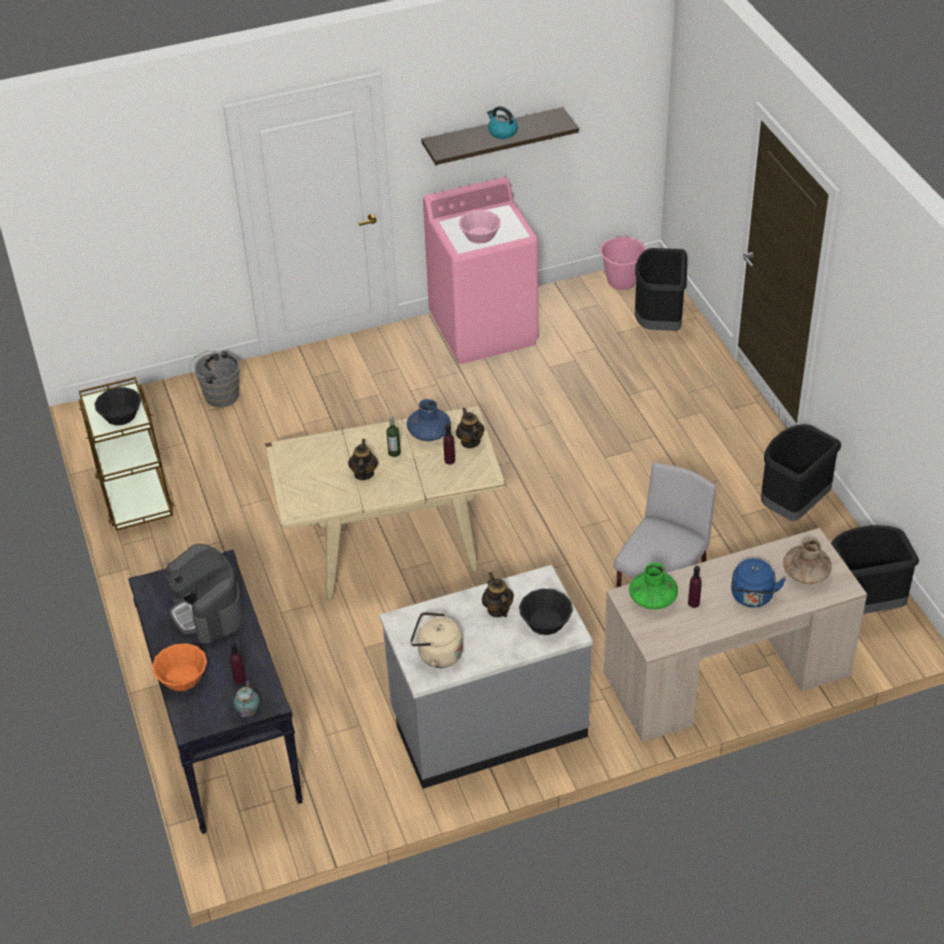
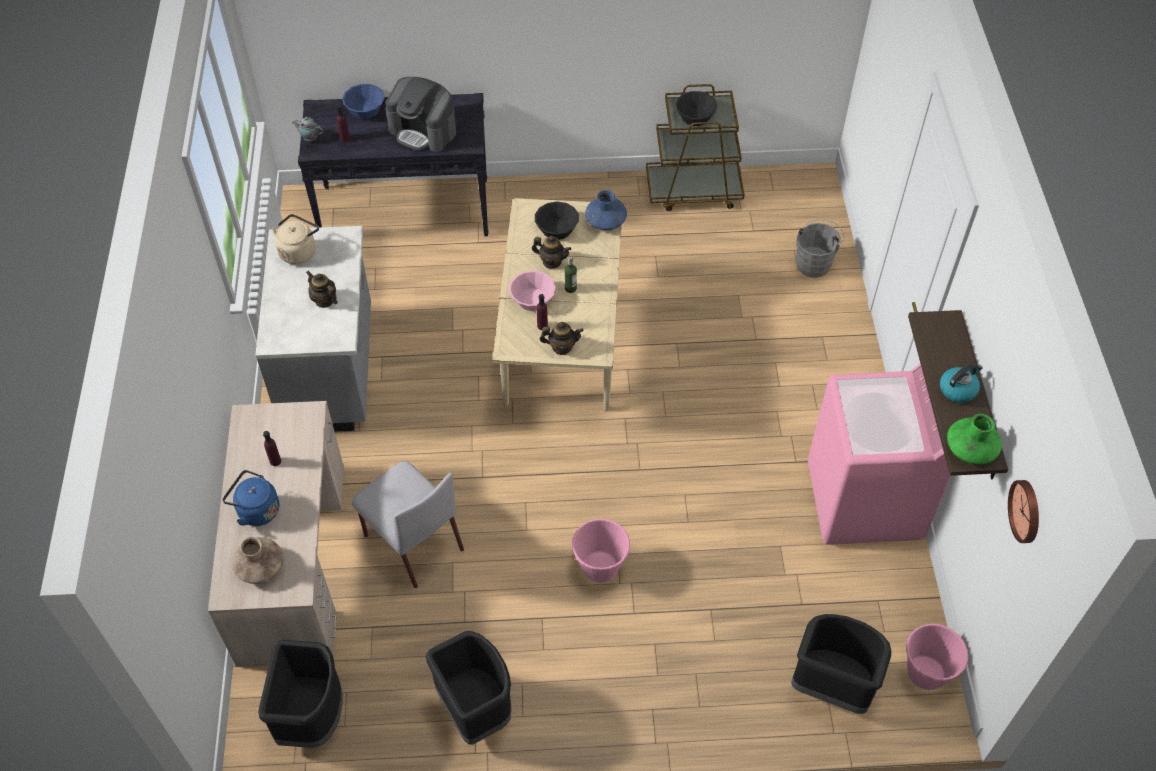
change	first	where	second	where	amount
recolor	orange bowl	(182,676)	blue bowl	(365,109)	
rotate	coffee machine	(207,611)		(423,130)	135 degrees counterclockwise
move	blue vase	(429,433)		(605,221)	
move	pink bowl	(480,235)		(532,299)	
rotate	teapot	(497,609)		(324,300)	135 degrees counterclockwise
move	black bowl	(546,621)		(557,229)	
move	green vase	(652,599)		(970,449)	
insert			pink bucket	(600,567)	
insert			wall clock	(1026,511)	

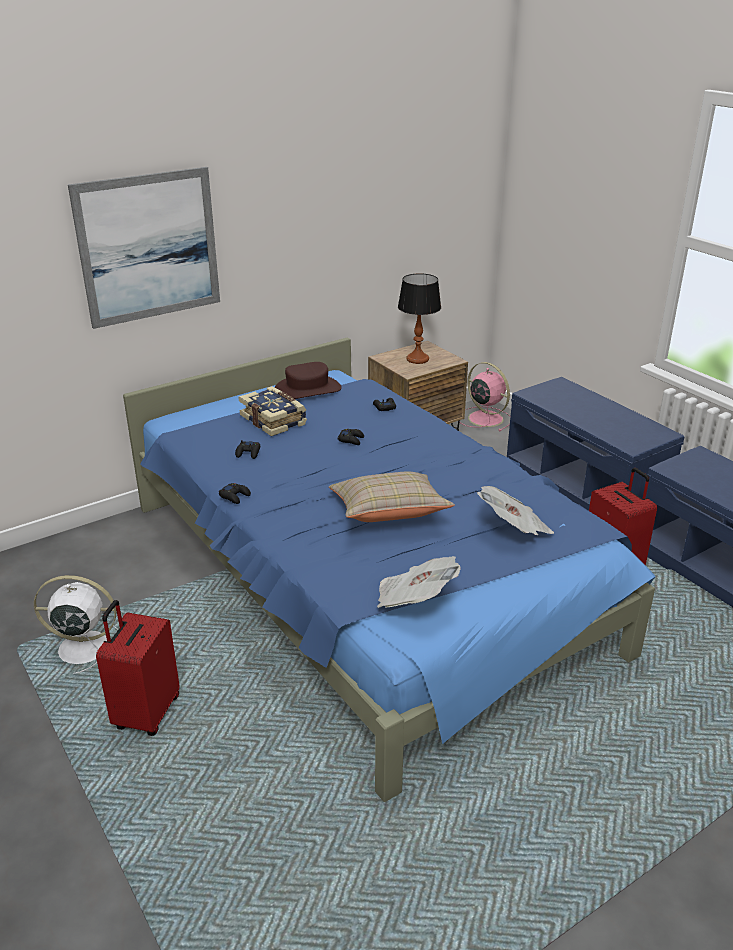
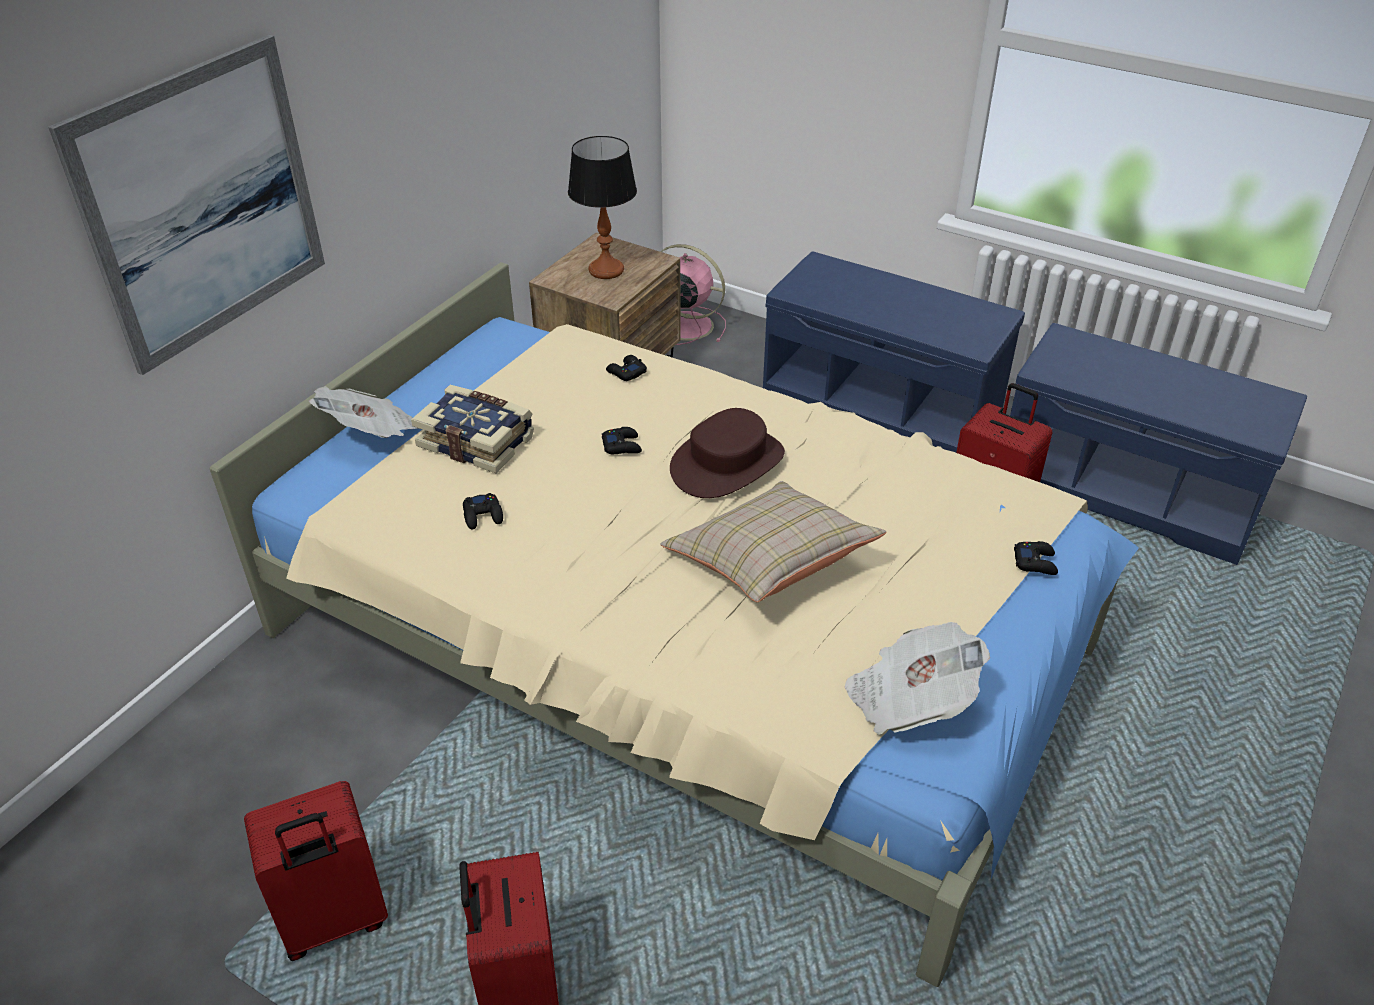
change	first	where	second	where	amount
replace	white fan	(81,648)	red suitcase	(335,921)	
recolor	blue bed	(364,577)	beige bed	(686,640)	
move	black game controller	(235,496)		(1035,562)	
move	brown hat	(307,390)		(727,463)	
move	newspaper	(514,529)		(373,433)	

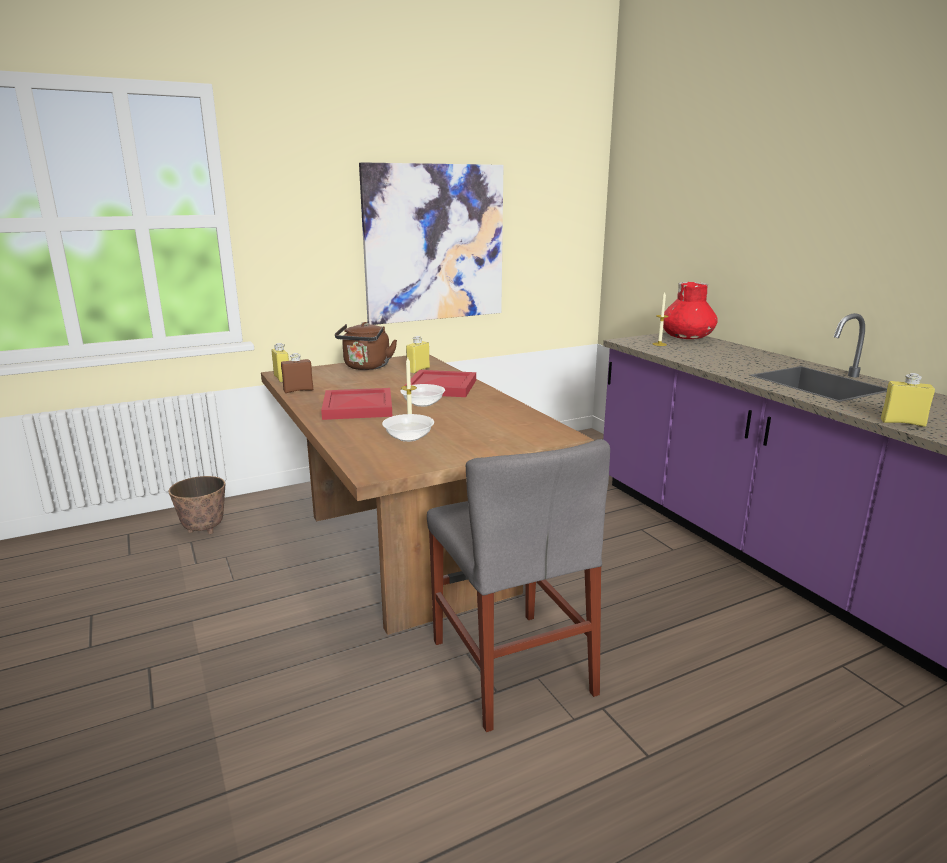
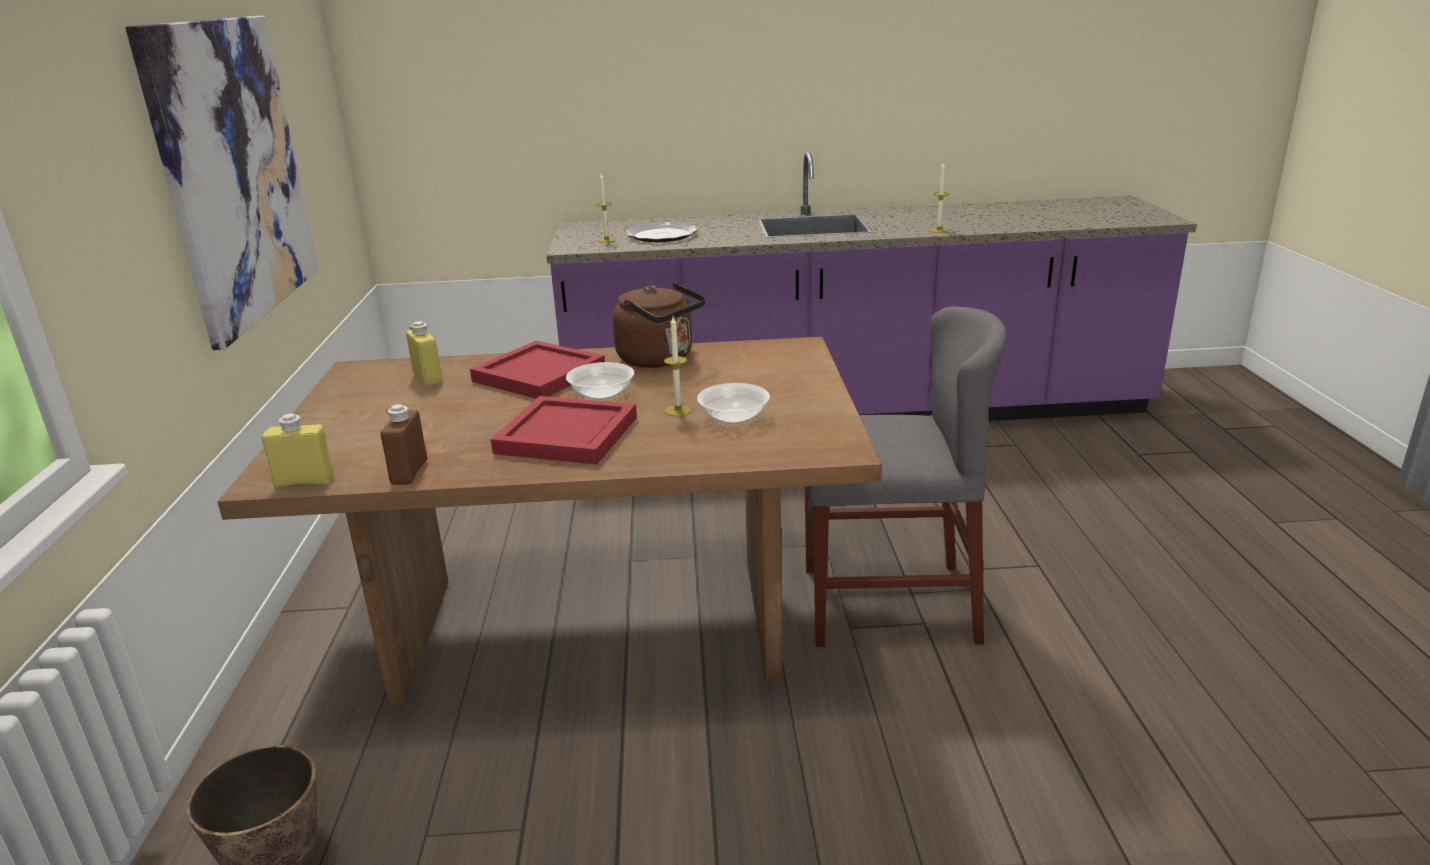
change	first	where	second	where	amount
move	brown kettle	(366,367)		(659,359)	
delete	red vase	(687,338)			
replace	yellow bottle	(902,422)	candle	(938,230)	
insert			plate	(661,235)	

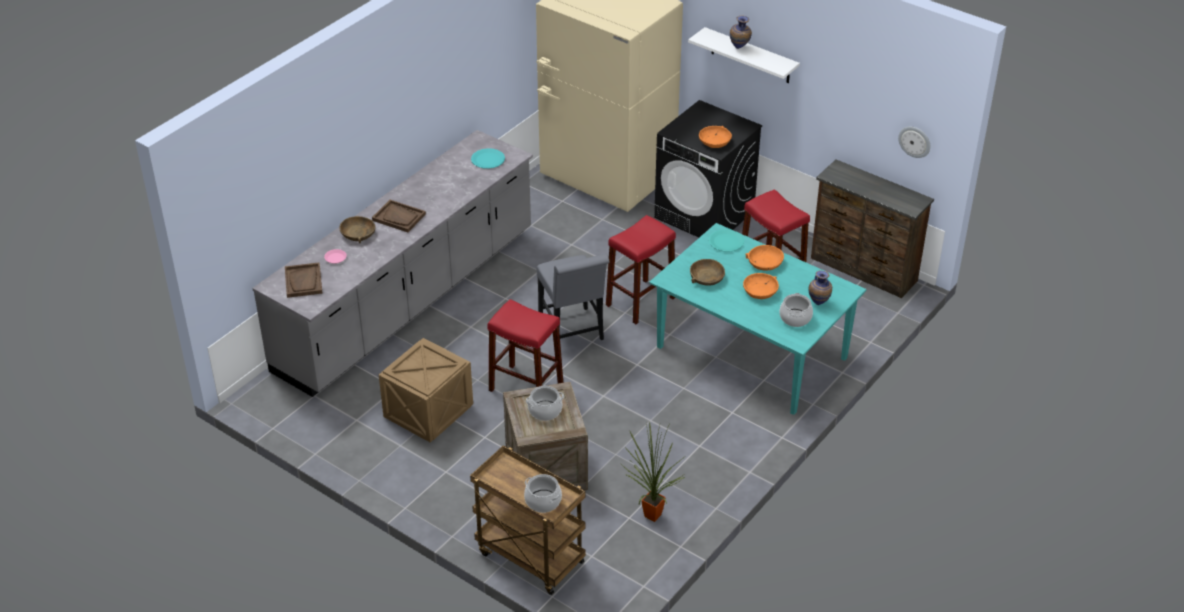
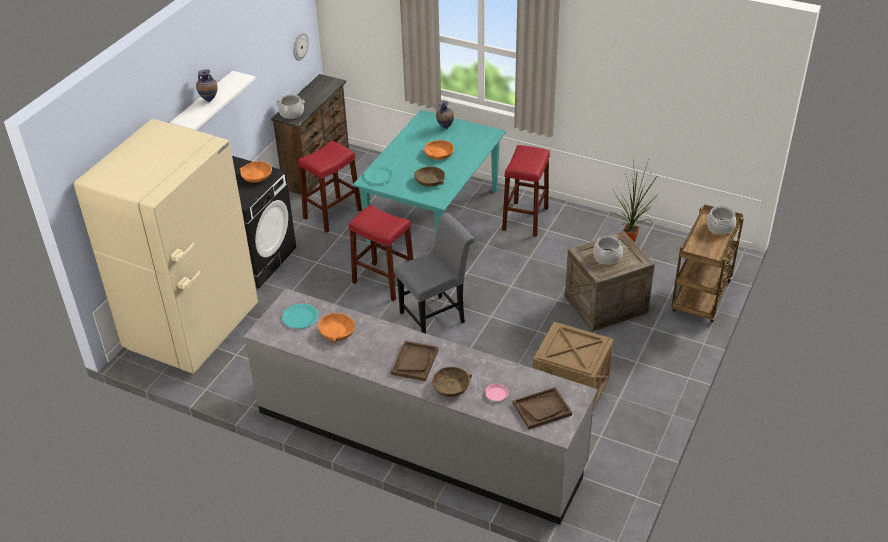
change	first	where	second	where	amount
move	red stool	(526,387)		(525,219)	
move	orange bowl	(765,263)		(337,332)	
move	cooking pot	(795,318)		(291,113)	

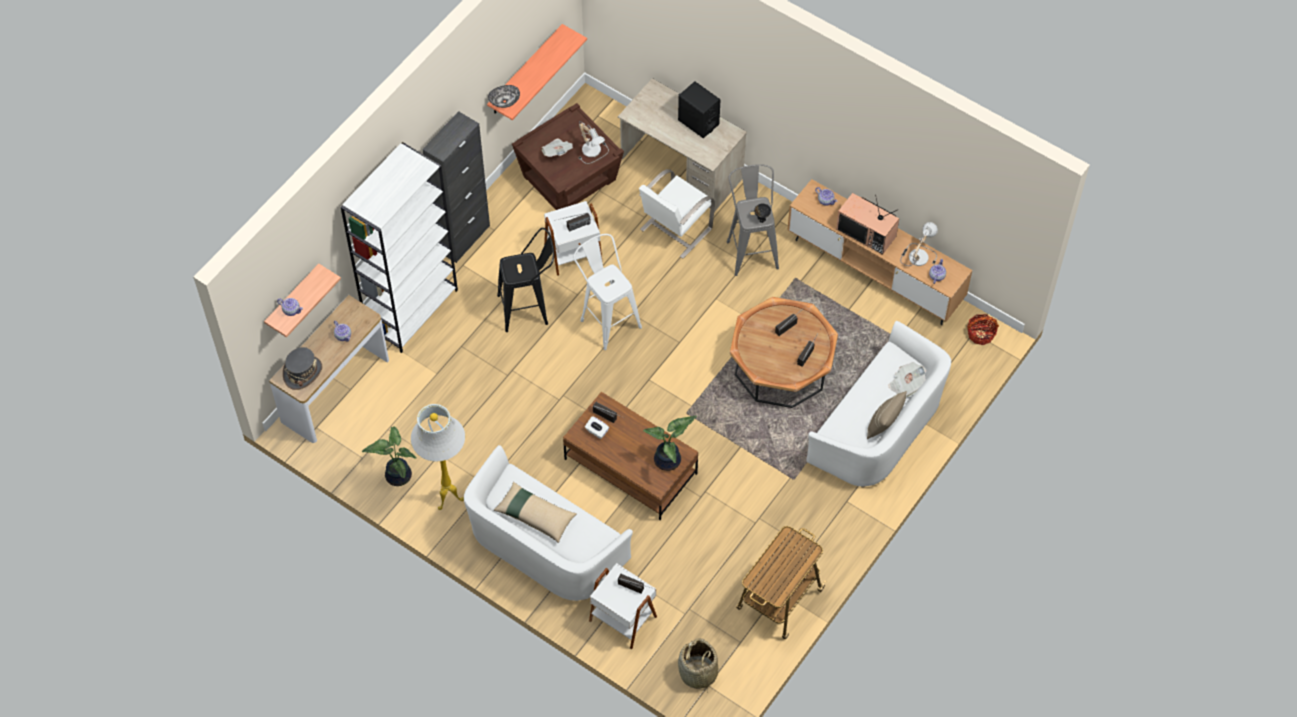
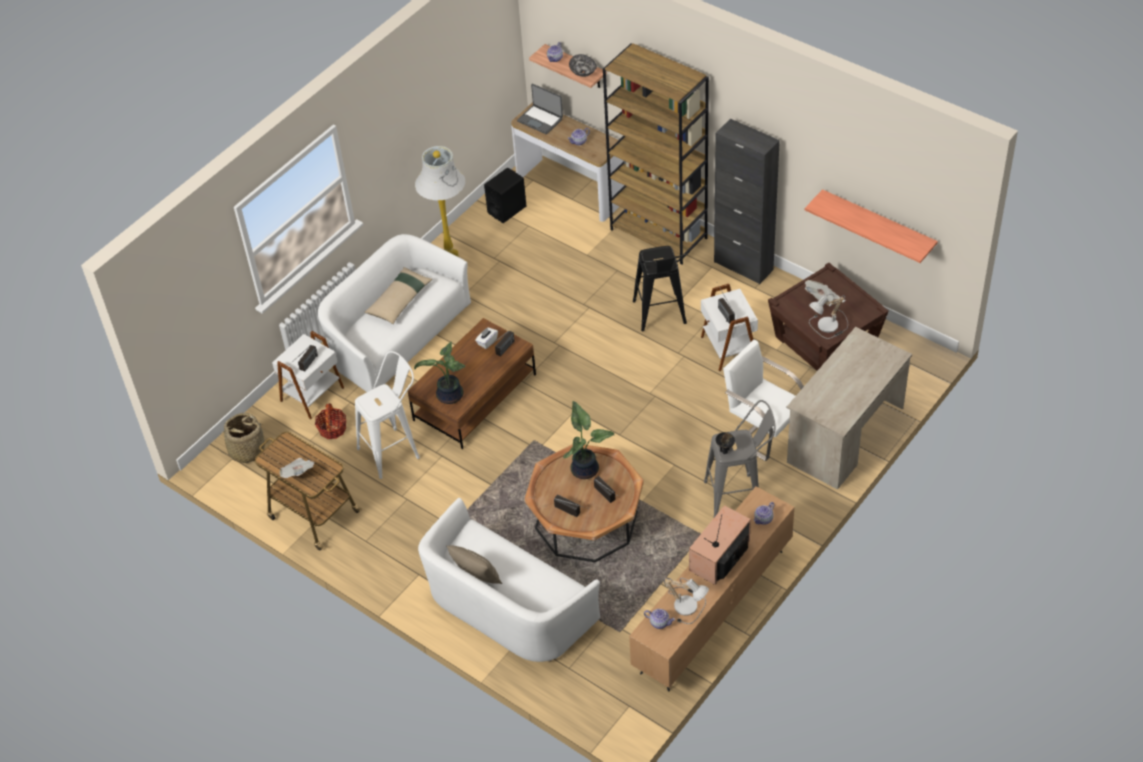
change	first	where	second	where	amount
replace	grey hat	(302,372)	laptop	(540,120)	
recolor	white bookcase	(411,309)	brown bookcase	(659,234)	
move	potted plant	(397,475)		(586,468)	
move	bowl	(504,101)		(582,72)	
move	white stool	(607,319)		(394,450)	
move	black speaker	(698,122)		(507,209)	
move	newspaper	(906,385)		(298,473)	
move	basket	(980,334)		(332,429)	

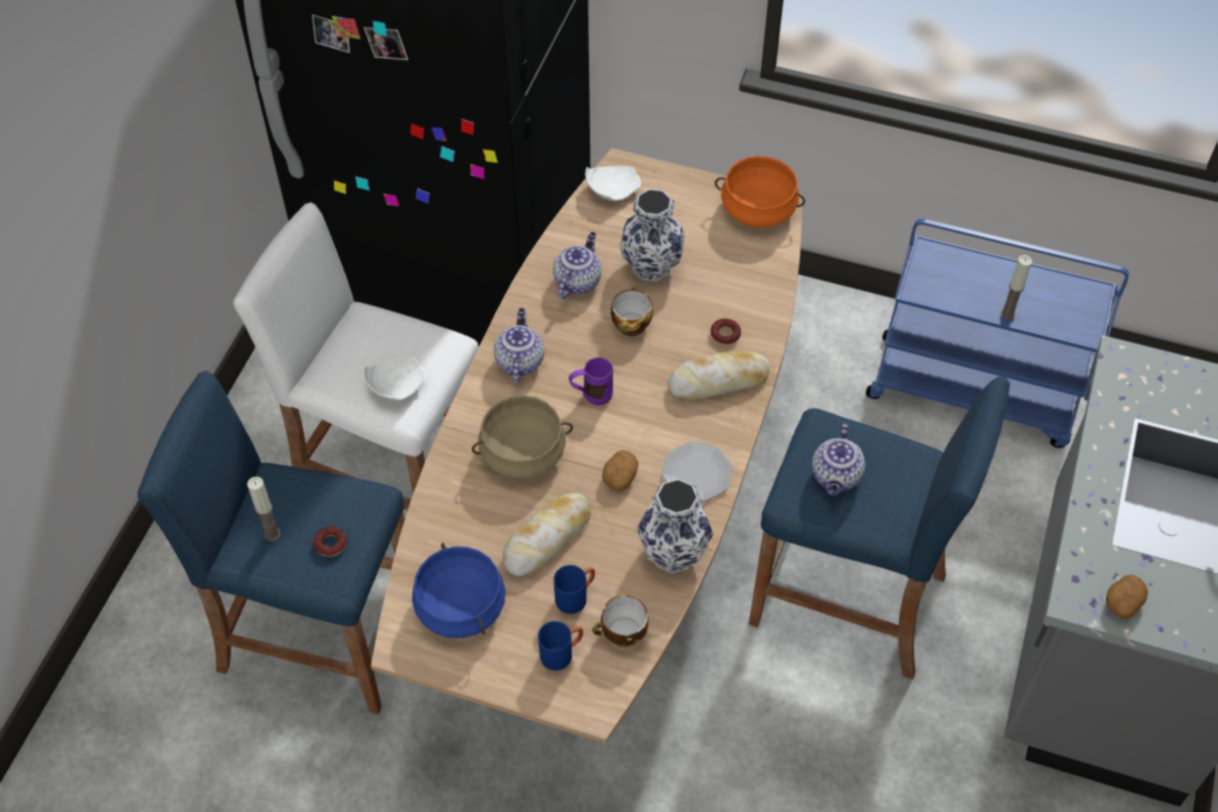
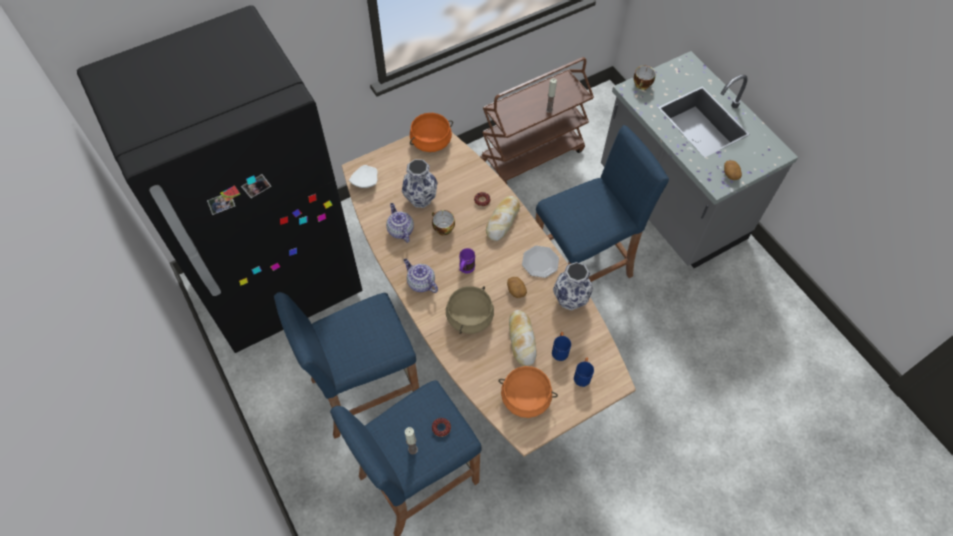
change	first	where	second	where	amount
recolor	white stool	(392,478)	blue stool	(366,389)	
delete	white plate	(395,385)			
recolor	blue cooking pot	(461,606)	orange cooking pot	(526,397)	
move	cup	(622,634)		(642,85)	
delete	teapot	(836,477)			
recolor	blue cart	(974,391)	brown cart	(532,155)	

